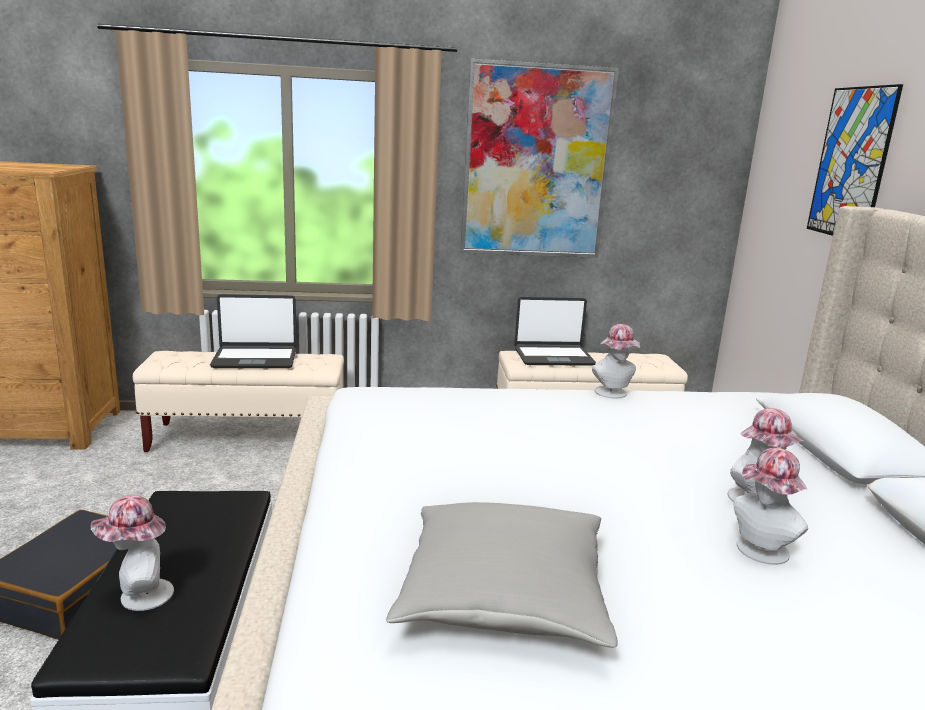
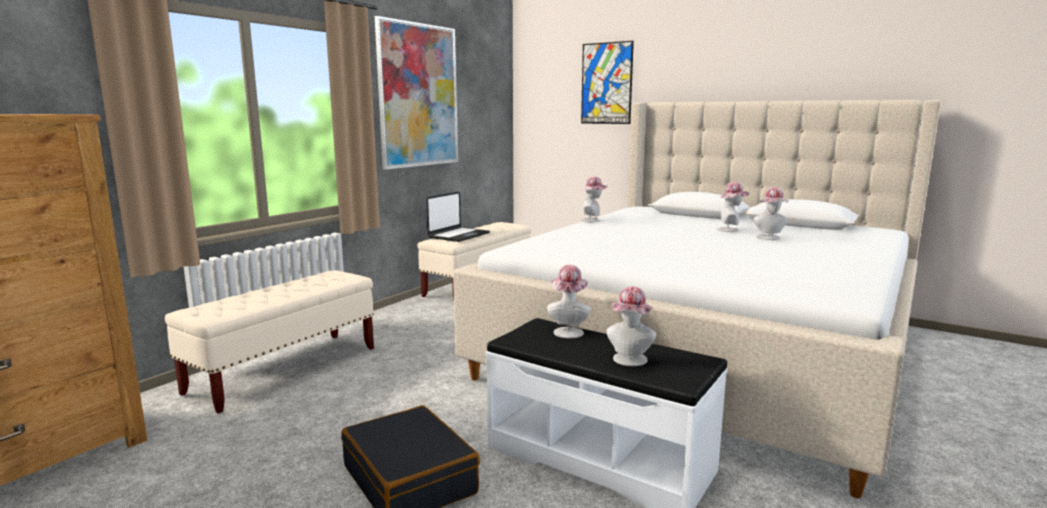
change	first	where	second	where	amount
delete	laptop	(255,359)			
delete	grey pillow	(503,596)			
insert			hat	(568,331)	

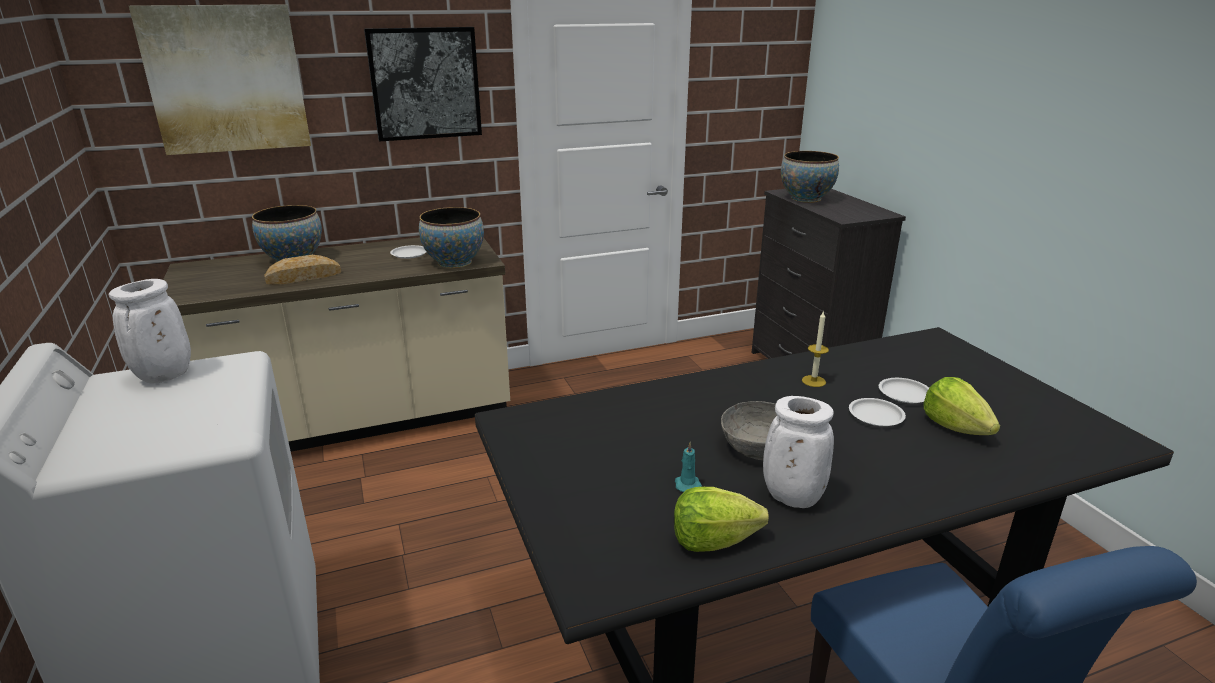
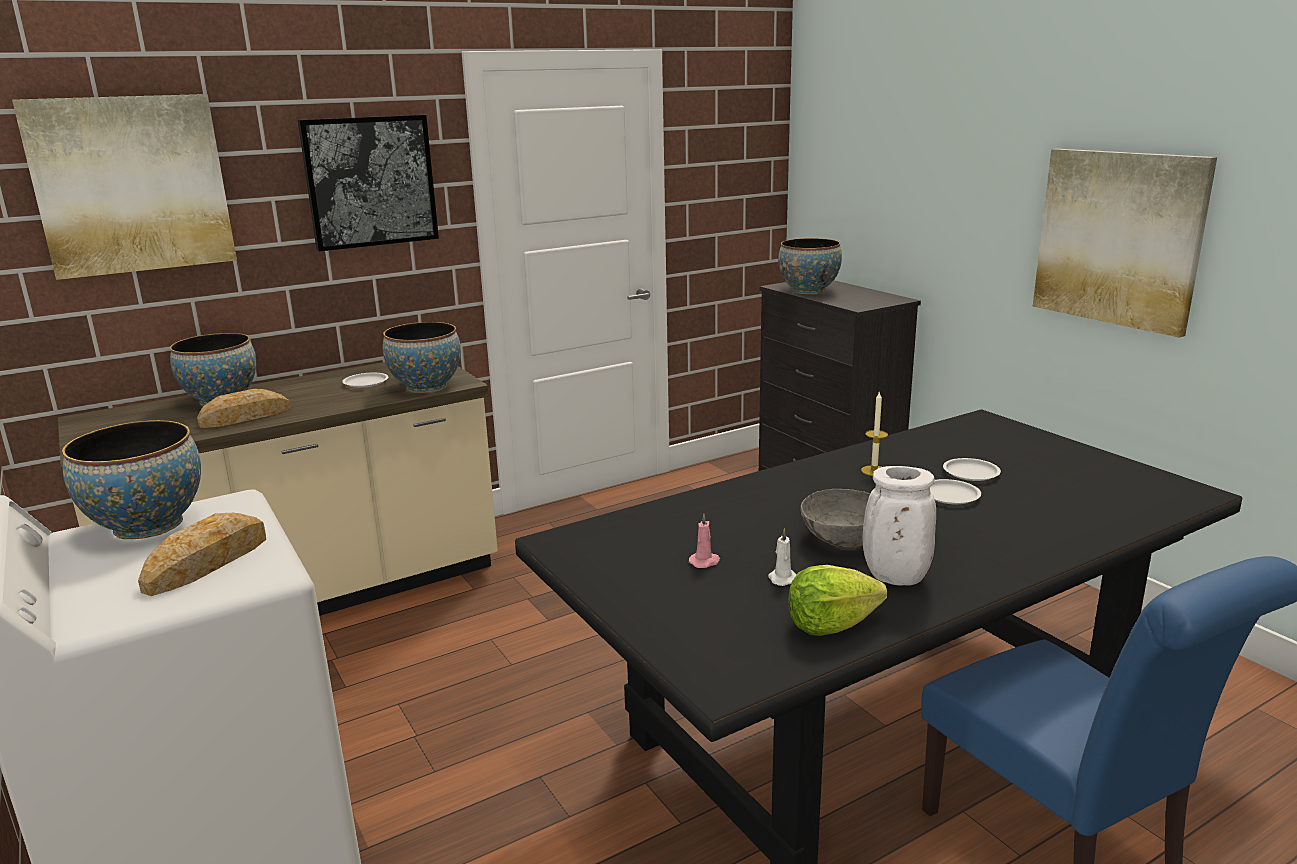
change	first	where	second	where	amount
replace	white vase	(163,377)	bowl	(147,525)	
recolor	turquoise candle	(687,484)	white candle	(782,578)	
delete	lettuce	(955,427)			
insert			bread	(207,562)	
insert			pink candle	(705,562)	
insert			picture	(1119,238)	

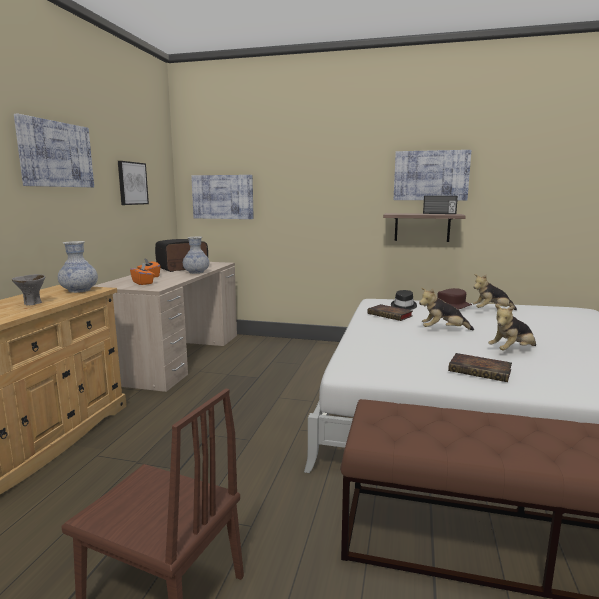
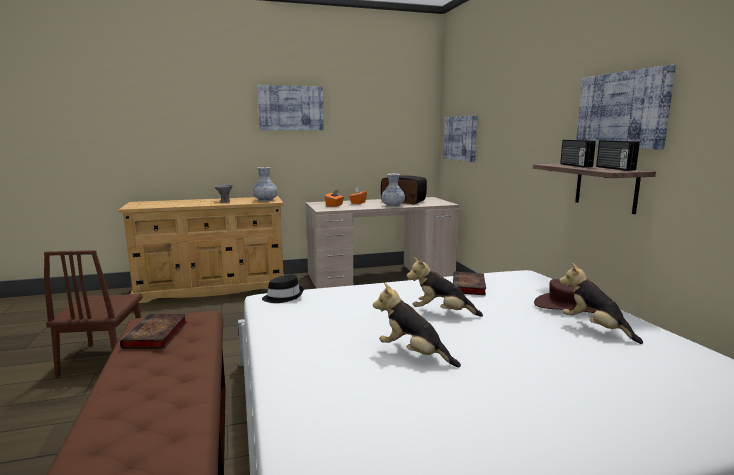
change	first	where	second	where	amount
delete	picture	(132,183)			
move	black hat	(403,306)		(283,296)	
rotate	plush toy	(443,330)		(441,313)	45 degrees counterclockwise
move	book	(481,371)		(156,336)	
insert			radio	(574,165)	

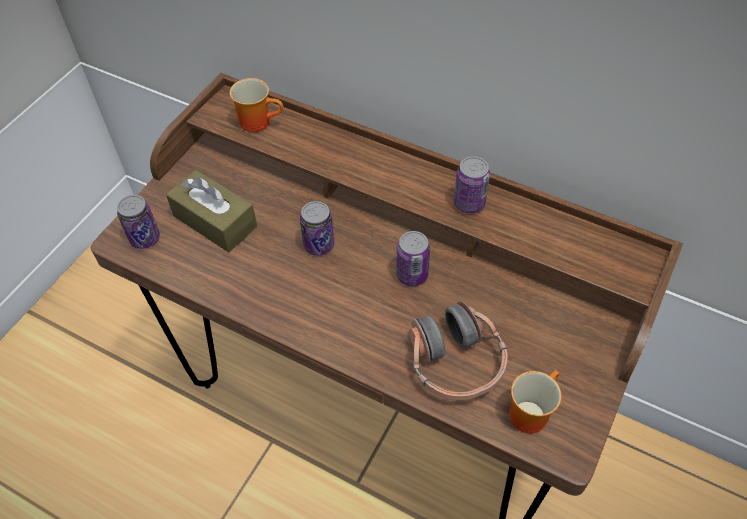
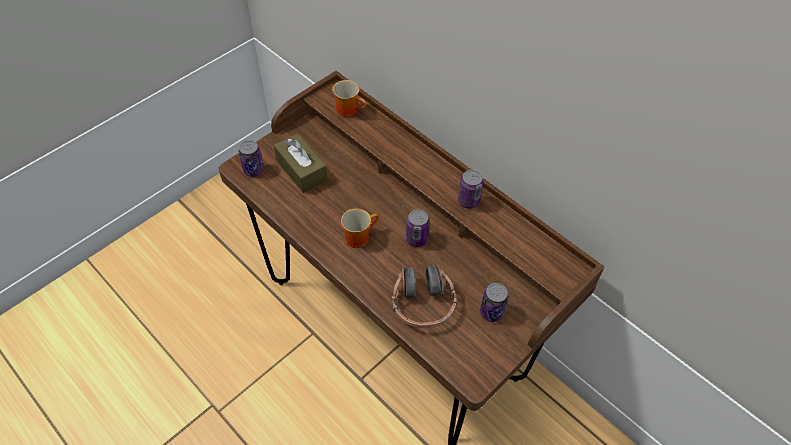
change	first	where	second	where	amount
move	can	(319,245)		(491,312)	
move	mug	(528,410)		(358,236)	

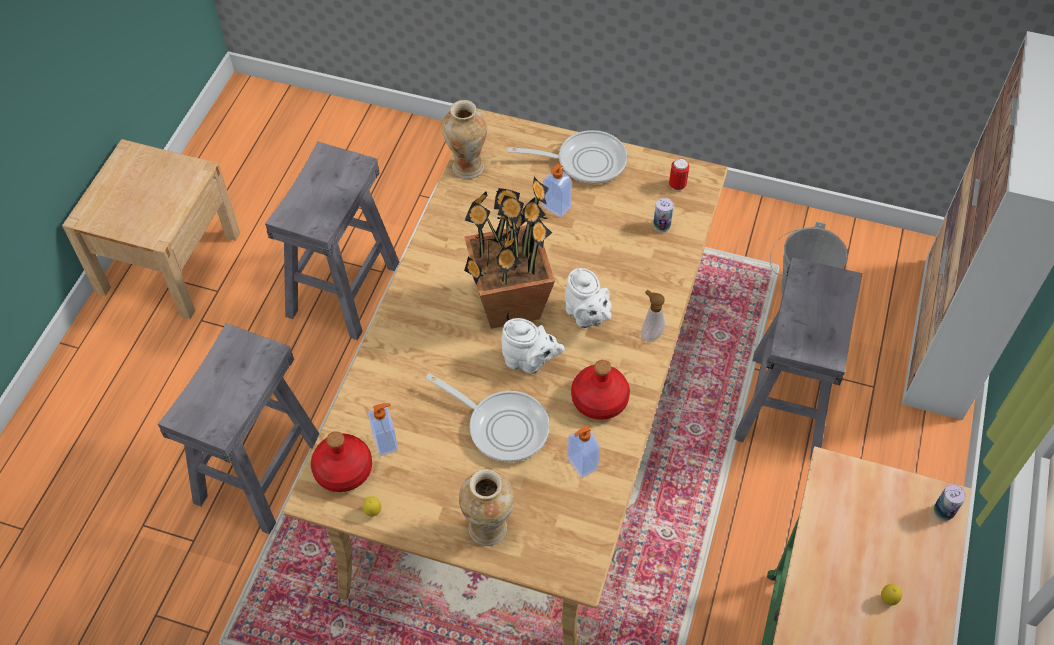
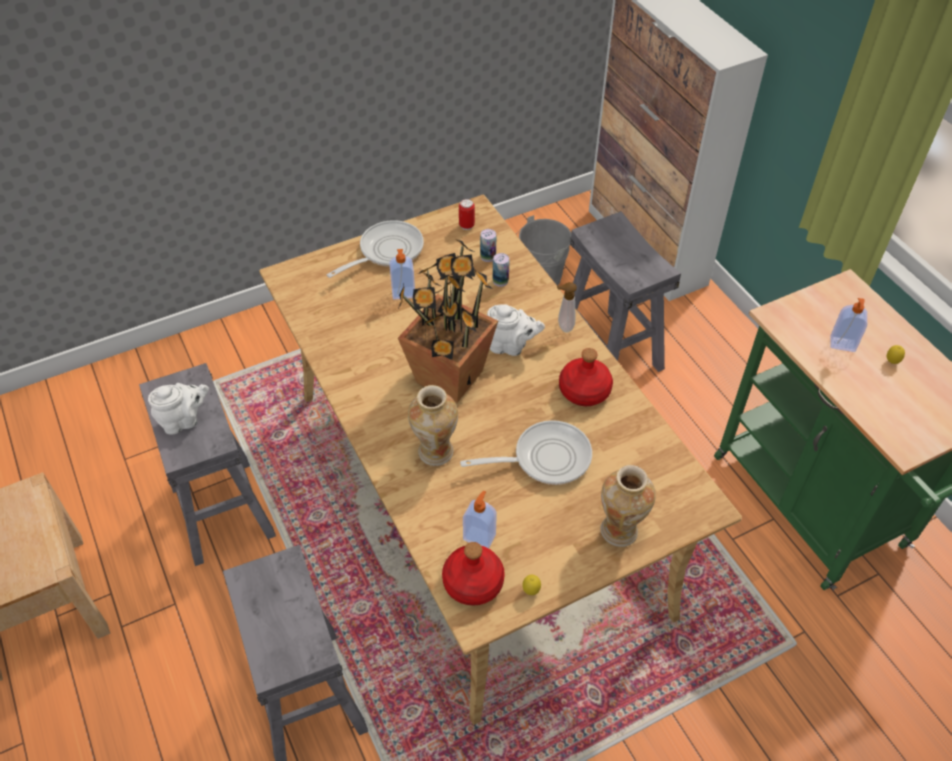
change	first	where	second	where	amount
move	vase	(466,167)		(434,452)	
move	white teapot	(529,361)		(184,420)	
move	soap dispenser	(581,464)		(842,345)	
move	can	(943,512)		(500,281)	

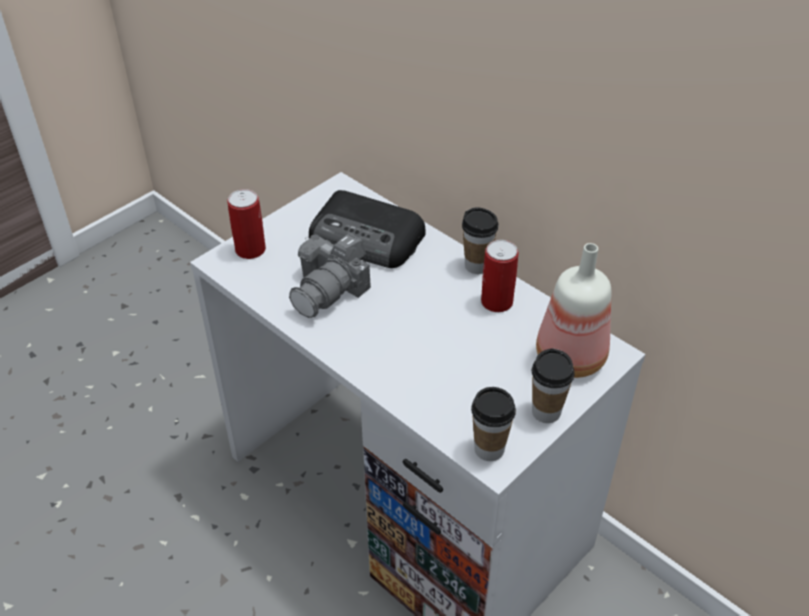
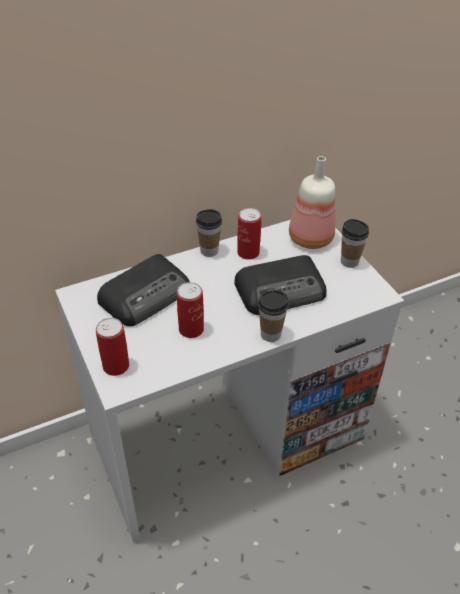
change	first	where	second	where	amount
replace	photo camera	(330,289)	can	(191,329)	
move	cup	(489,449)		(270,334)	
insert			radio	(282,290)	

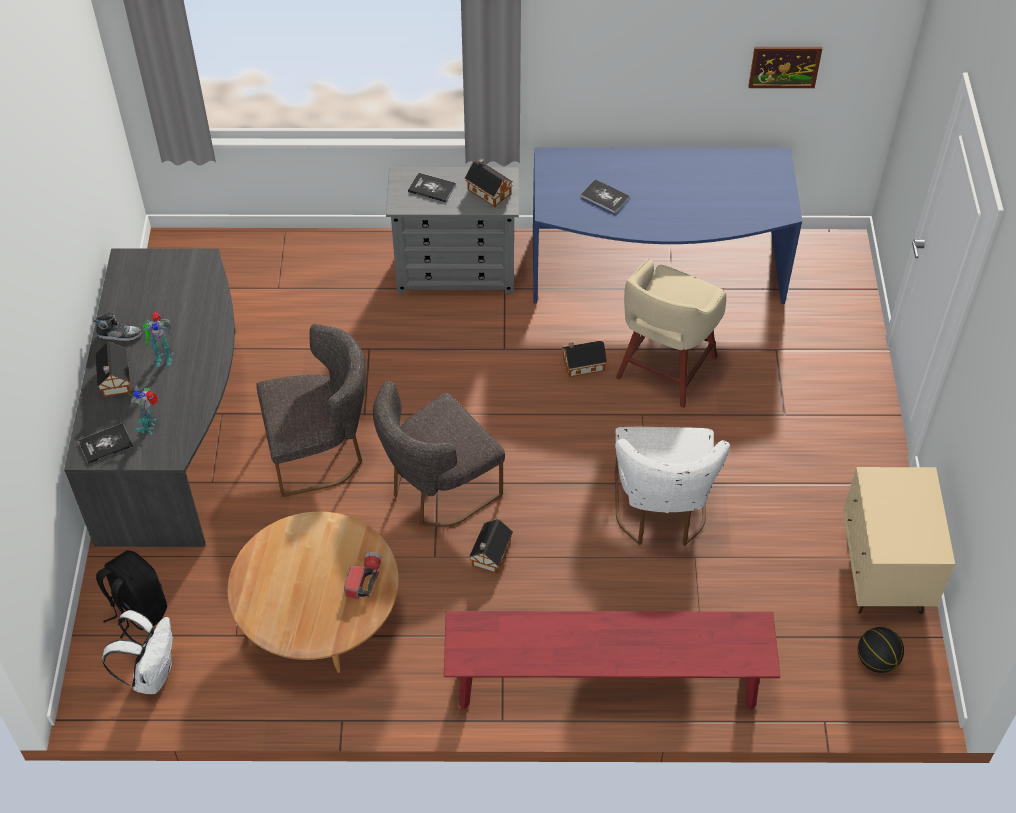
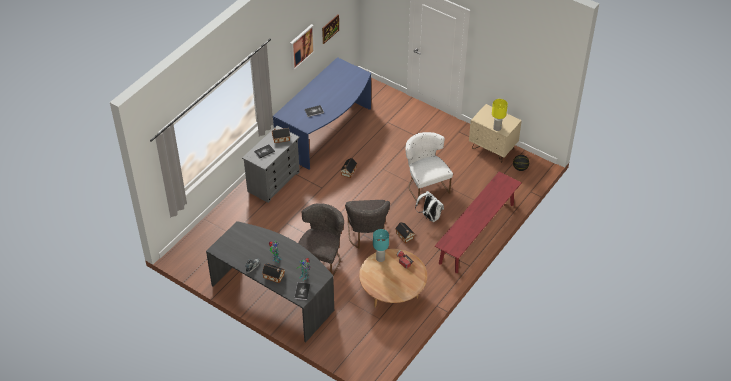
change	first	where	second	where	amount
delete	black backpack	(138,609)			
move	white backpack	(152,674)		(429,217)	
rotate	white chair	(660,513)		(425,186)	150 degrees counterclockwise
delete	beige stool	(664,369)			
insert			picture	(301,46)	
insert			turquoise table lamp	(380,259)	
insert			yellow table lamp	(497,128)	

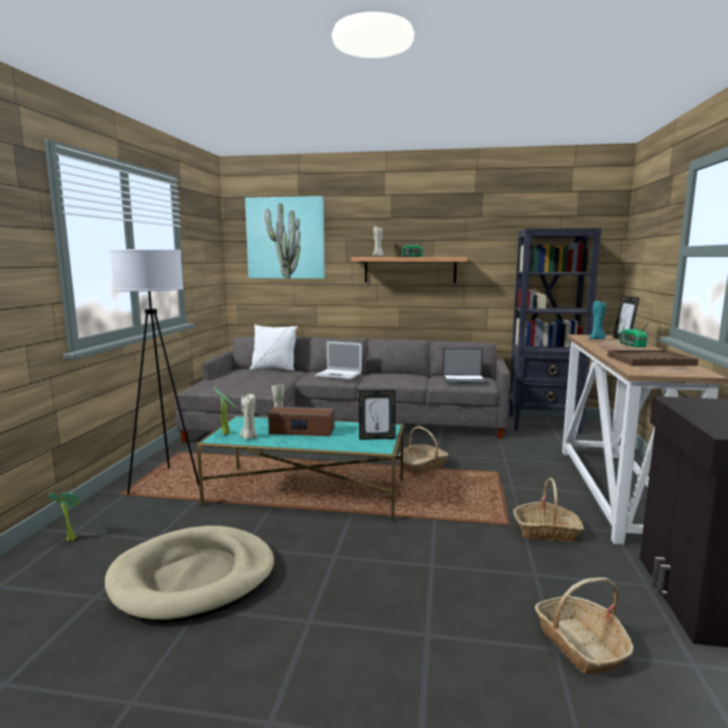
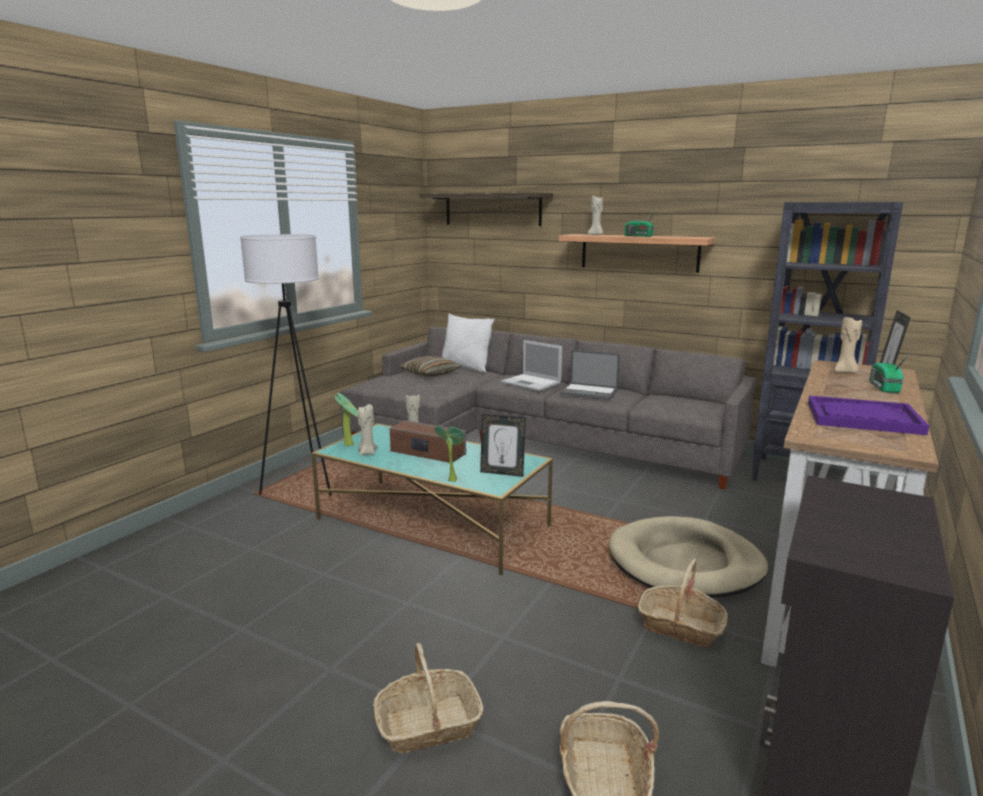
change	first	where	second	where	amount
move	potted plant	(70,538)		(451,479)	
move	beige dog bed	(194,578)		(685,563)	
replace	picture	(286,238)	shelf	(492,209)	
move	basket	(422,466)		(428,725)	
move	laptop	(464,380)		(590,392)	
recolor	turquoise candle	(597,339)	beige candle	(845,372)	
recolor	brown tray	(650,360)	purple tray	(862,418)	
insert			pillow	(430,374)	

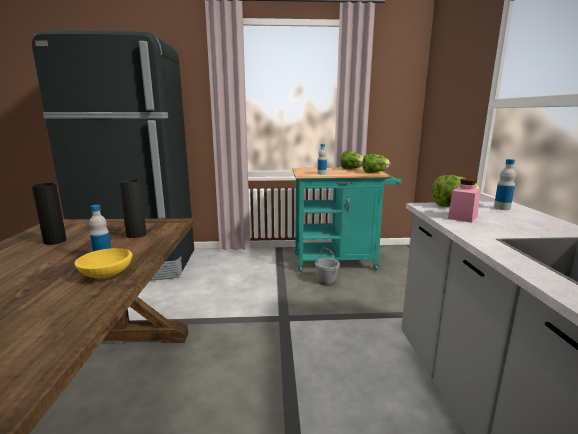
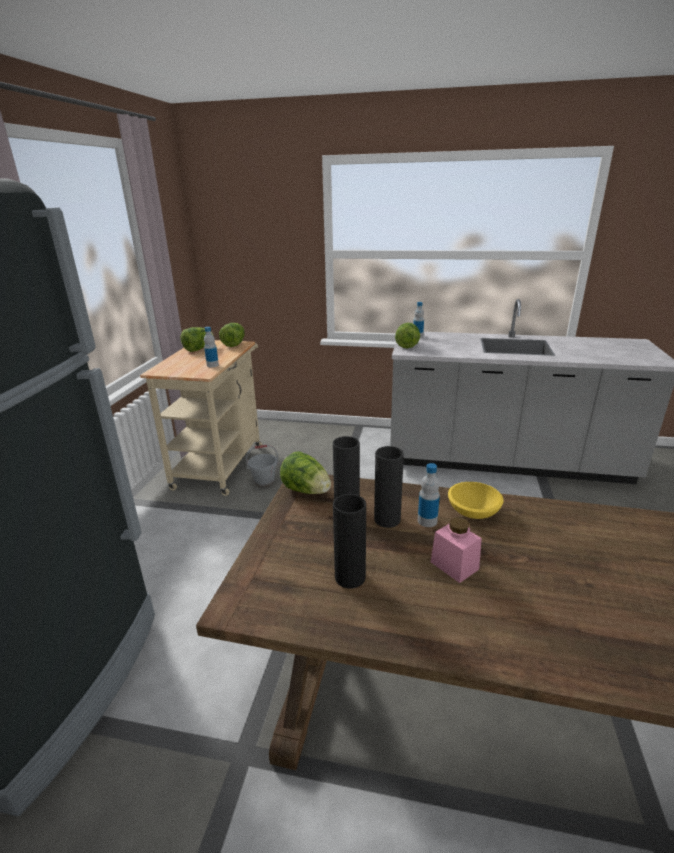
change	first	where	second	where	amount
recolor	turquoise cart	(340,261)	beige cart	(221,463)	
move	pink jar	(462,217)		(454,565)	
insert			lettuce	(306,490)	
insert			black vase	(387,519)	

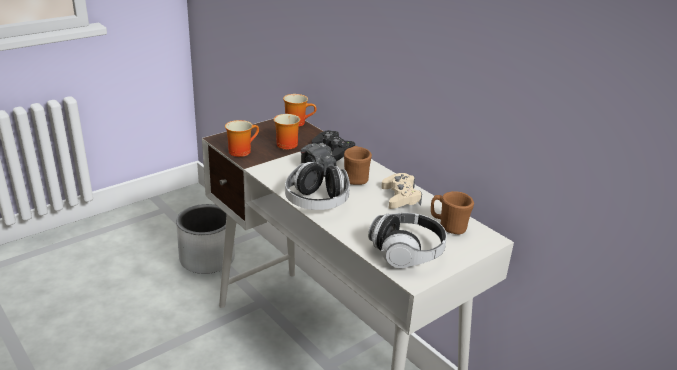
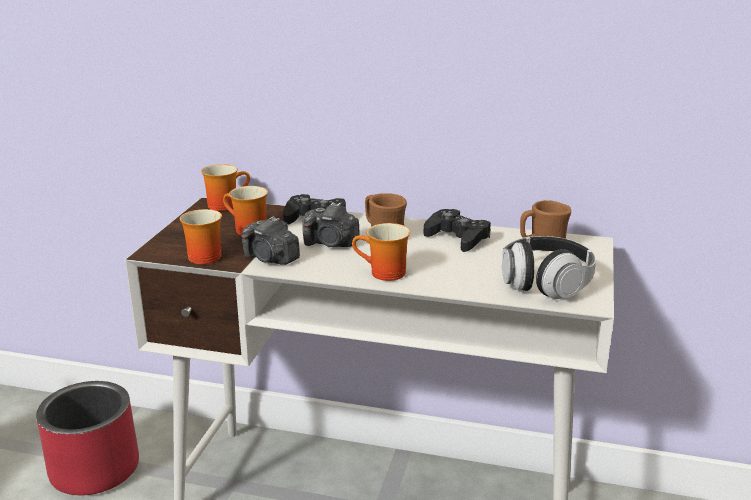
change	first	where	second	where	amount
recolor	grey planter	(208,259)	red planter	(95,468)	
replace	headphones	(317,202)	mug	(383,274)	
recolor	beige game controller	(400,197)	black game controller	(457,237)	
insert			photo camera	(271,259)	

